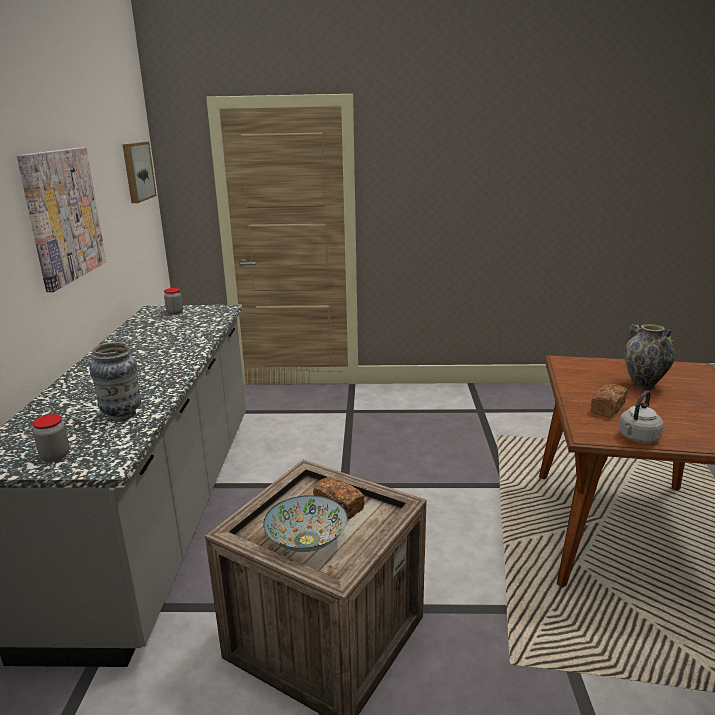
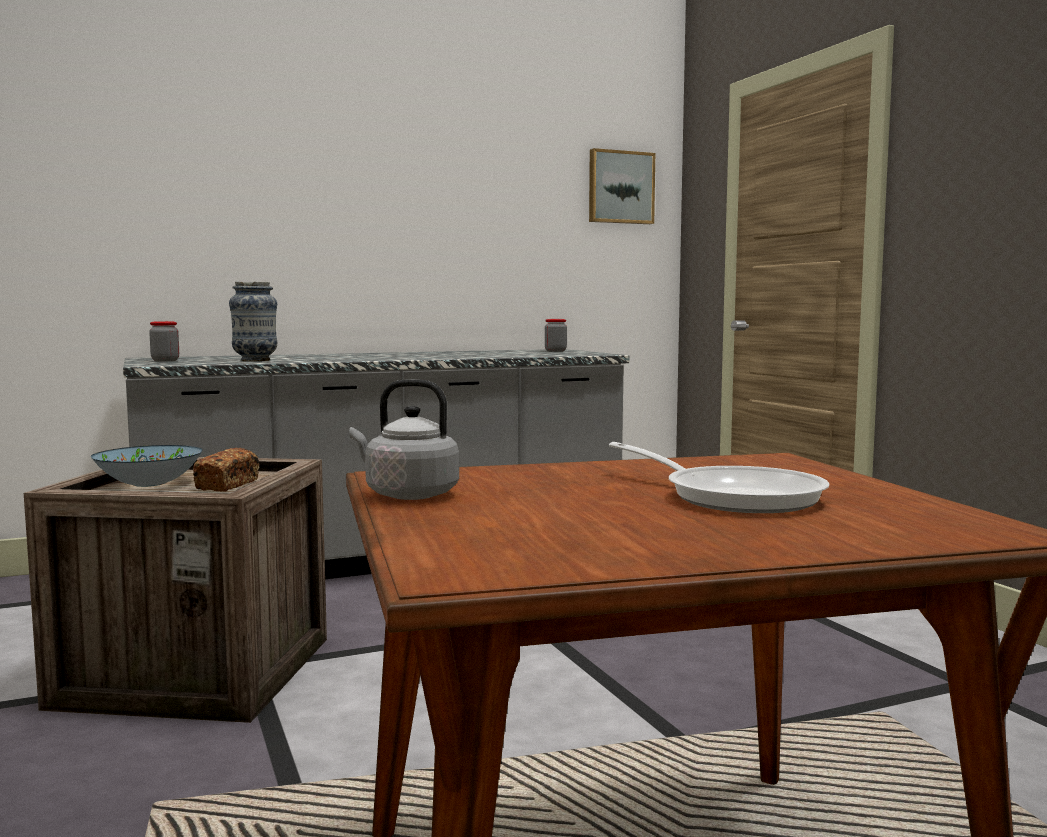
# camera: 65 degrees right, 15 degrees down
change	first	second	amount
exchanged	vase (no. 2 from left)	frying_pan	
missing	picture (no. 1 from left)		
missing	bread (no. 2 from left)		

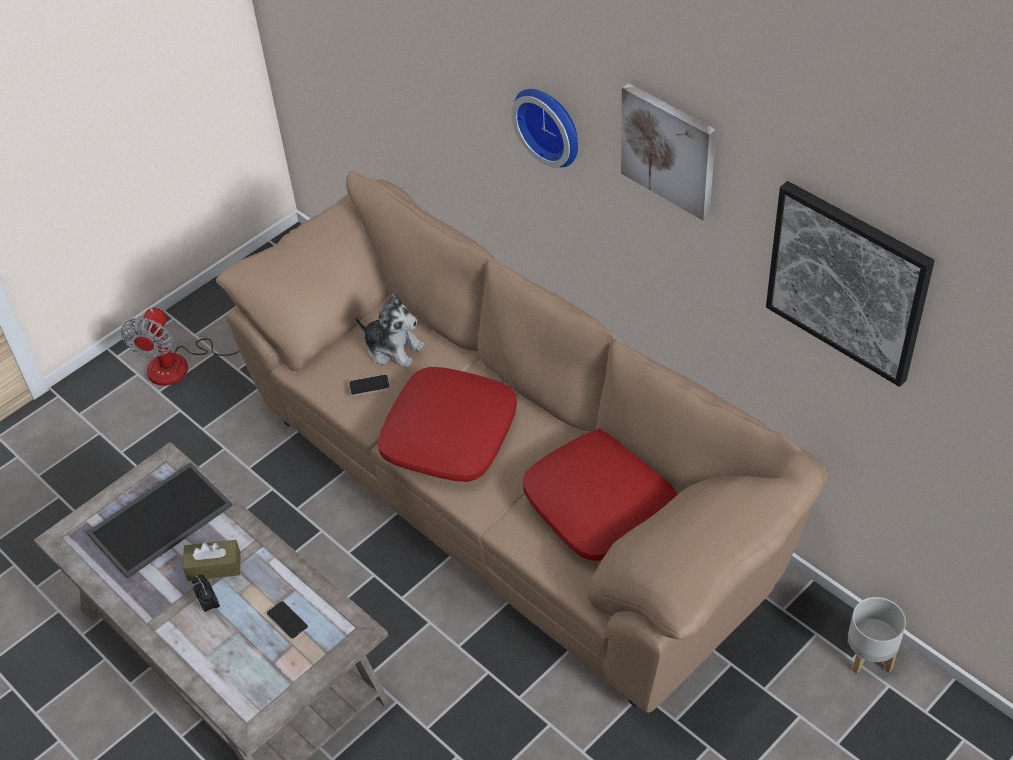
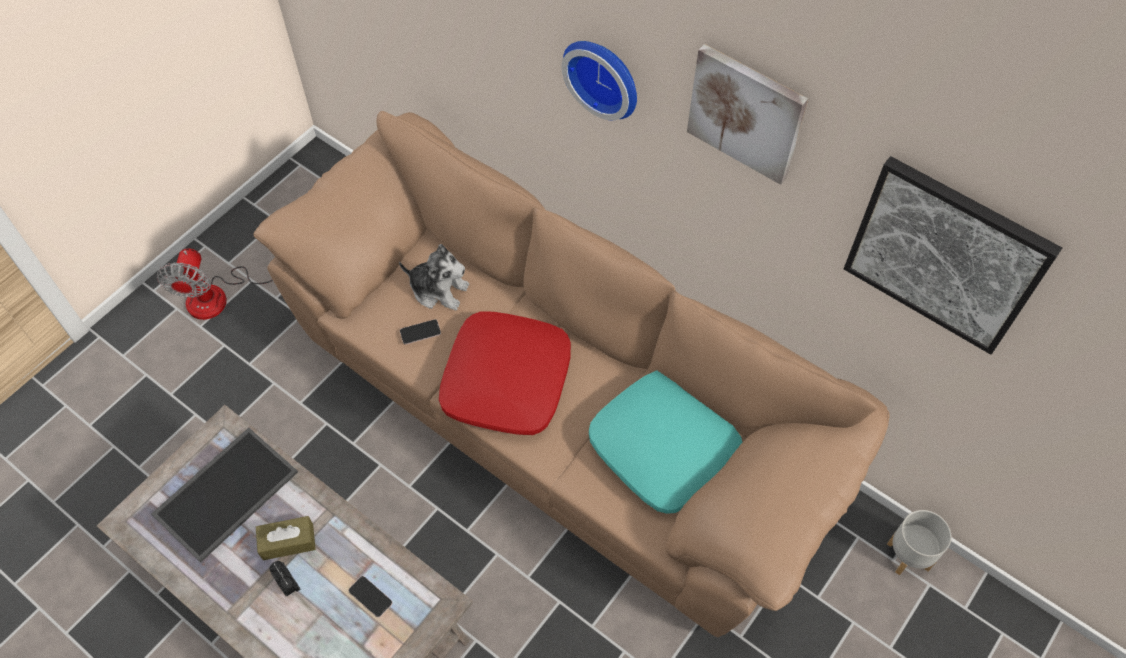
# camera: 10 degrees left, 10 degrees up
change	first	second	amount
colour	red_pillow (no. 2 from left)	turquoise_pillow	

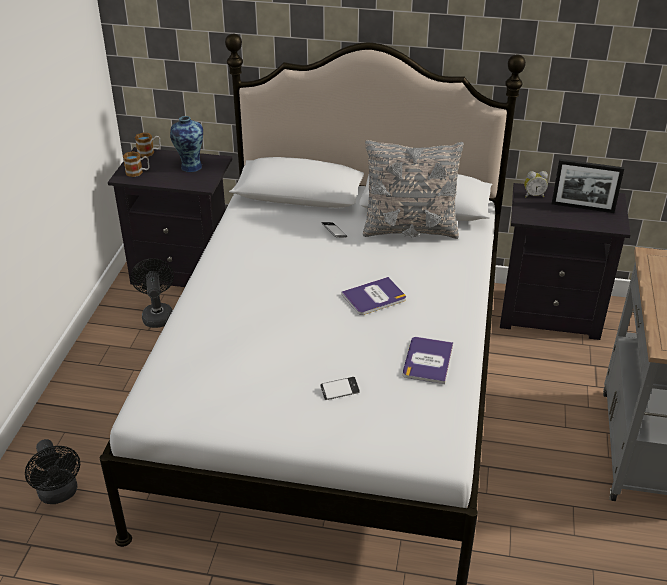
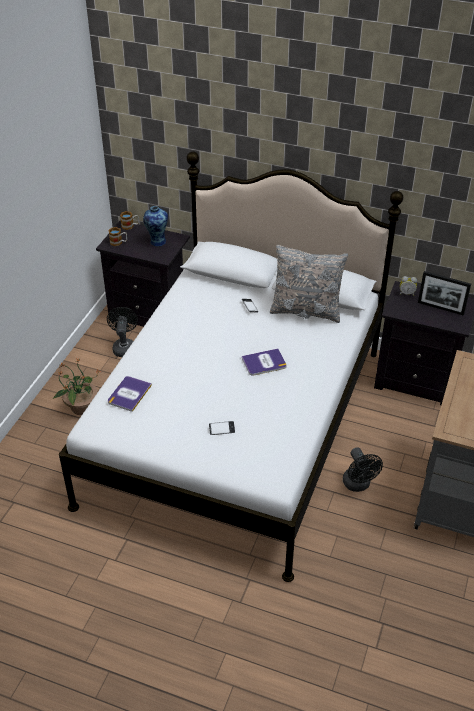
# camera: 10 degrees right, 5 degrees up
change	first	second	amount
appeared		potted_plant	
relocated	book (no. 2 from left in the first image)	book (no. 1 from left)	
relocated	black_fan (no. 1 from left in the first image)	black_fan (no. 2 from left)	

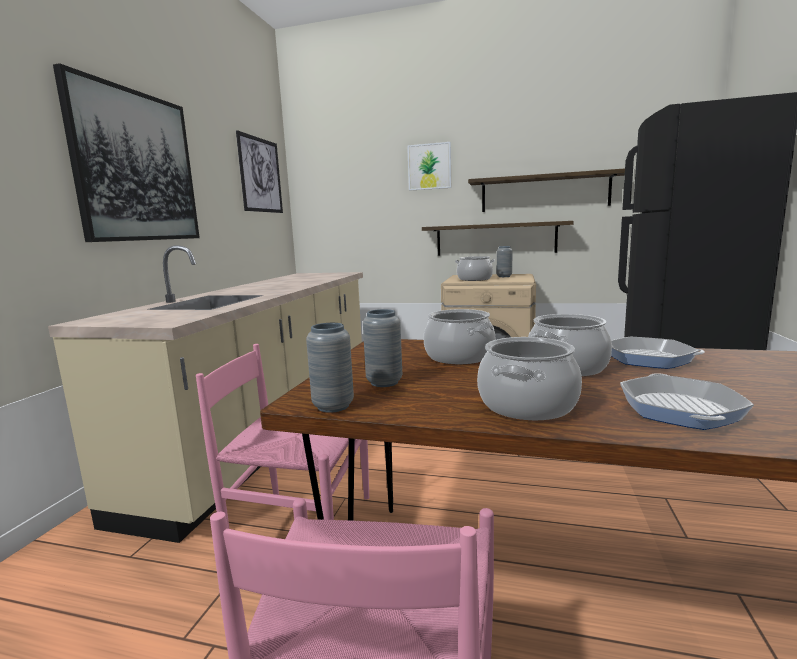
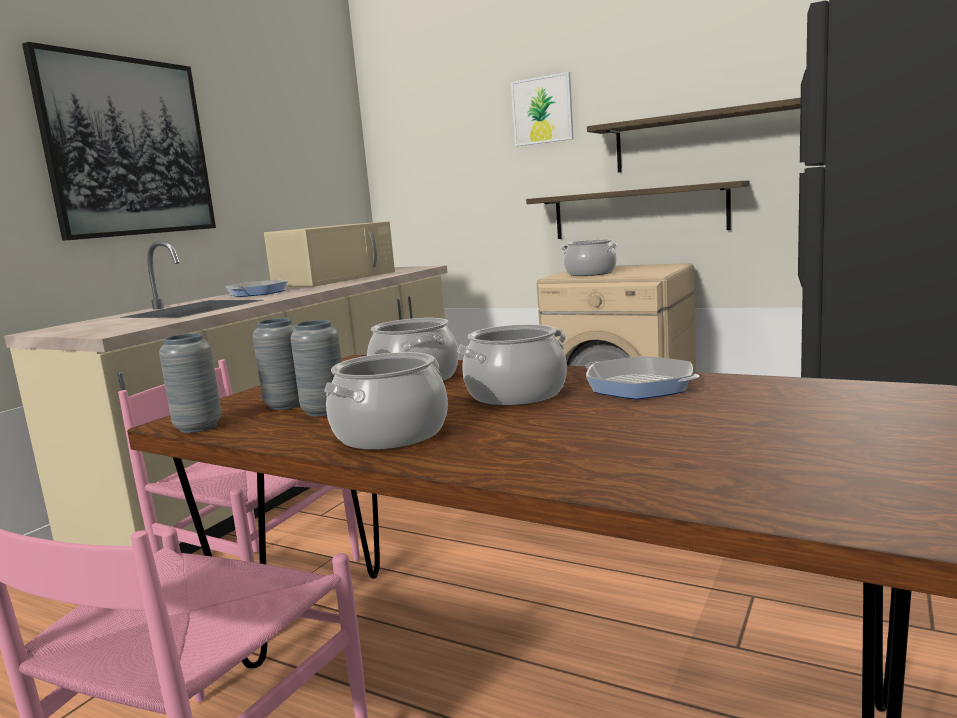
# camera: 15 degrees right, 0 degrees up
change	first	second	amount
relocated	frying_pan (no. 2 from left in the first image)	frying_pan (no. 1 from left)	
appeared		beige_microwave	
relocated	grey_vase (no. 3 from left)		
missing	picture (no. 2 from left)		

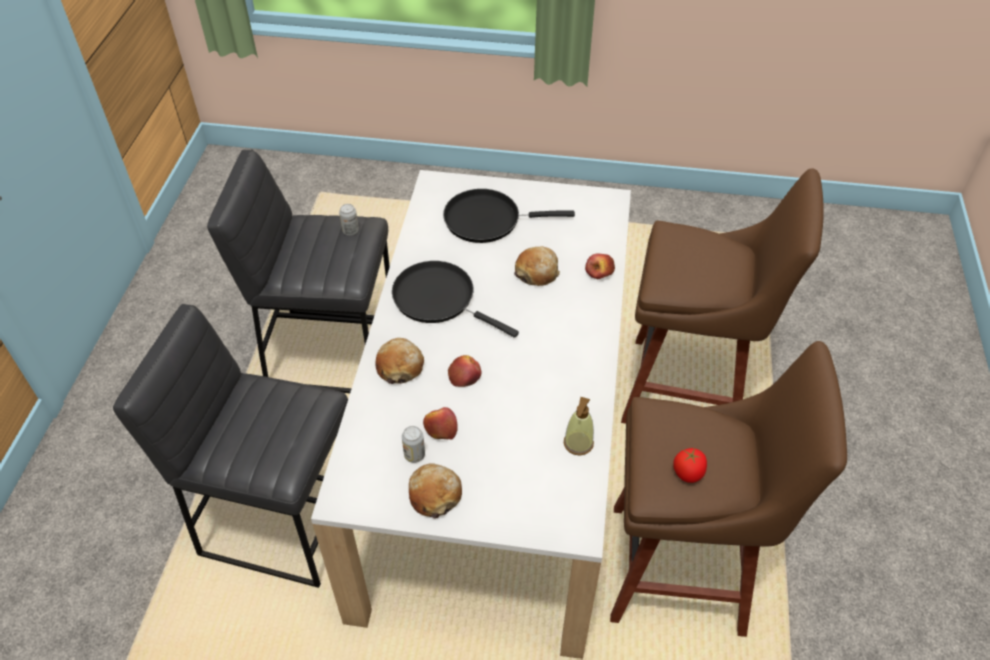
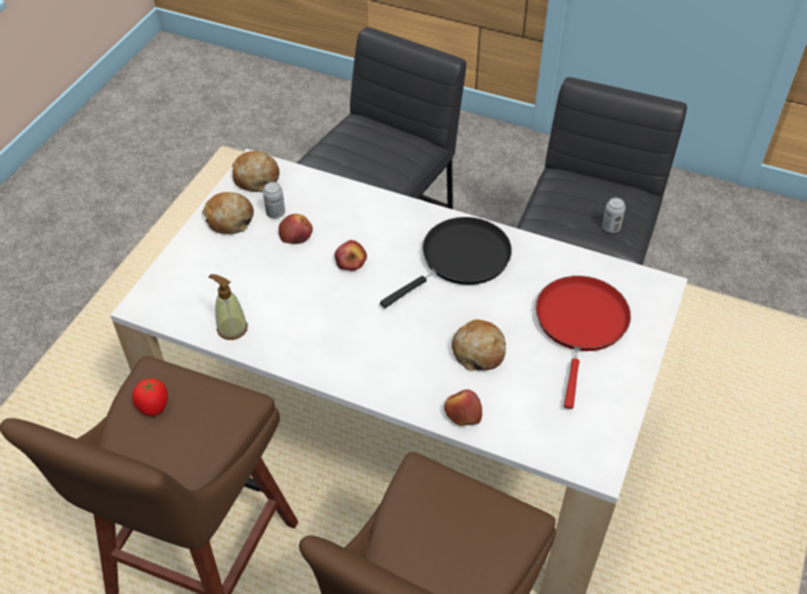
# camera: 105 degrees right, 0 degrees up
change	first	second	amount
relocated	bread (no. 1 from left in the first image)	bread (no. 2 from left)	
colour	black_frying_pan (no. 2 from left)	red_frying_pan	

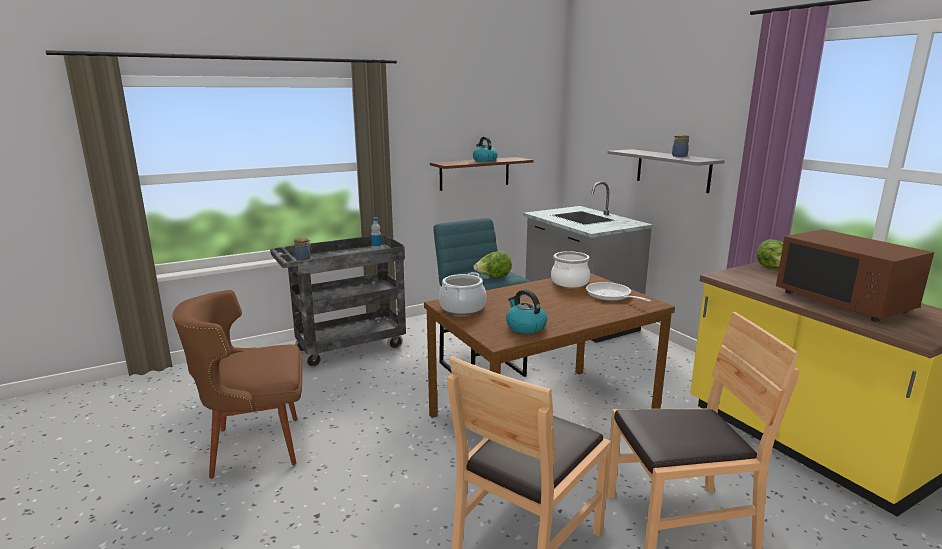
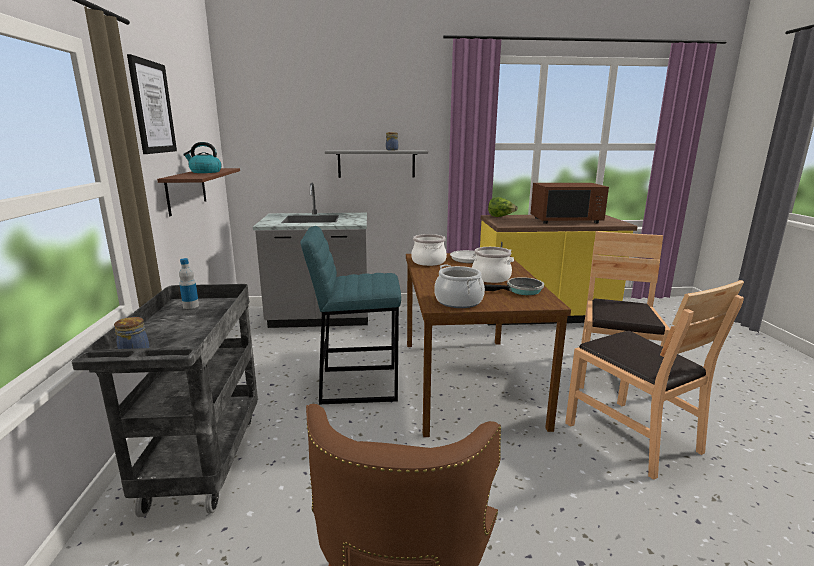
# camera: 65 degrees left, 0 degrees up
change	first	second	amount
appeared		picture	
appeared		cooking_pot (no. 3 from left)	
exchanged	kettle (no. 2 from left)	frying_pan (no. 2 from left)	
missing	lettuce (no. 1 from left)		

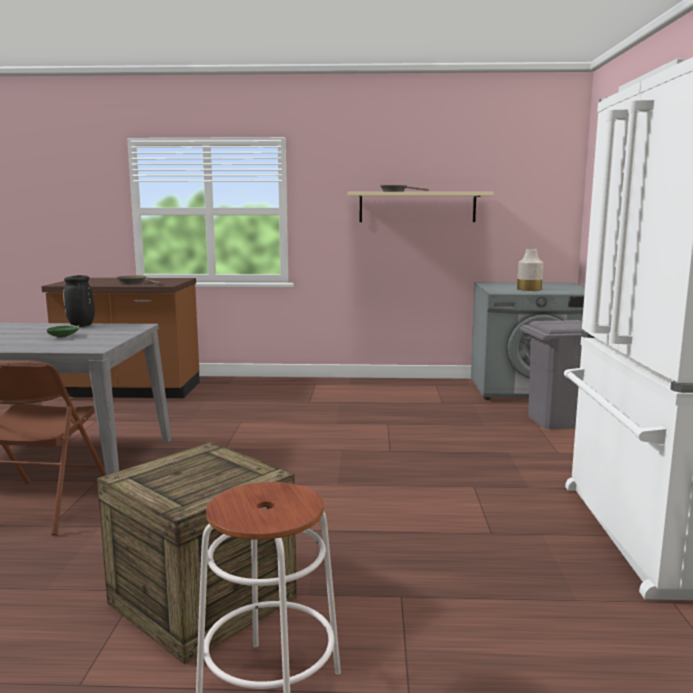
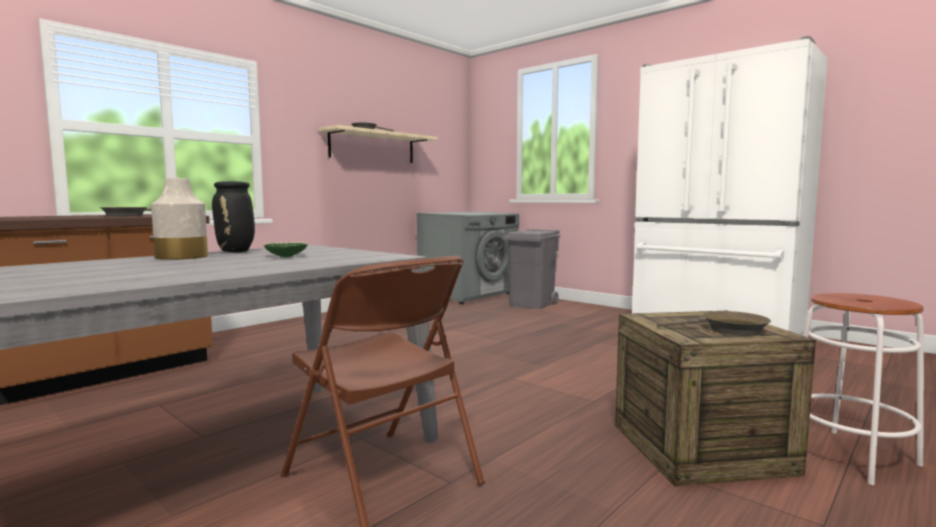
# camera: 50 degrees left, 5 degrees down
change	first	second	amount
relocated	beige_vase		
appeared		brown_frying_pan (no. 3 from left)	

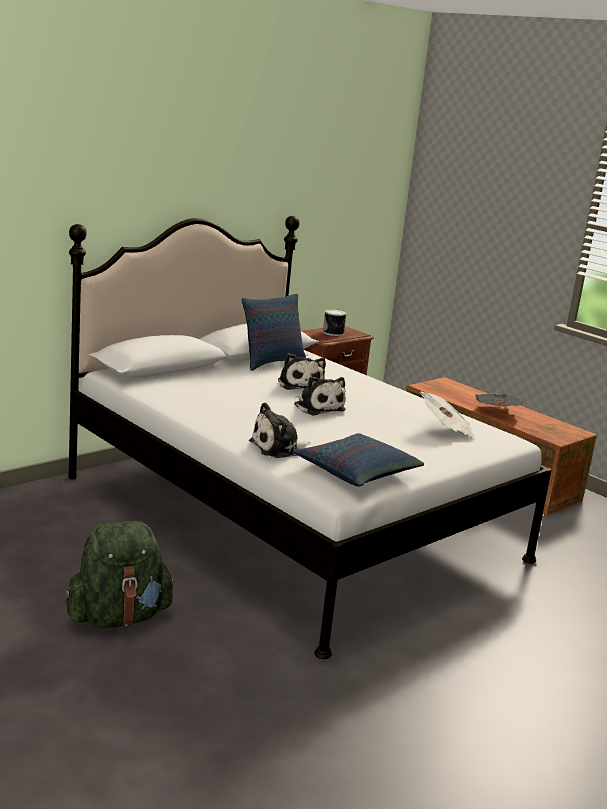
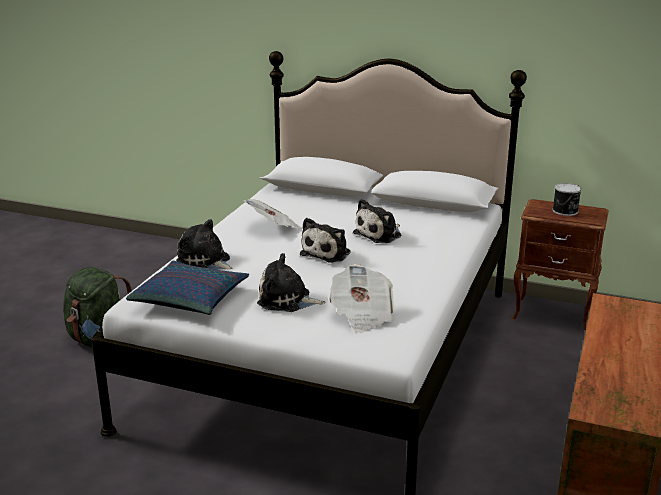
# camera: 65 degrees right, 5 degrees up
change	first	second	amount
relocated	newspaper (no. 2 from left in the first image)	newspaper (no. 1 from left)	
appeared		plush_toy (no. 2 from left)	
missing	blue_pillow (no. 1 from left)		

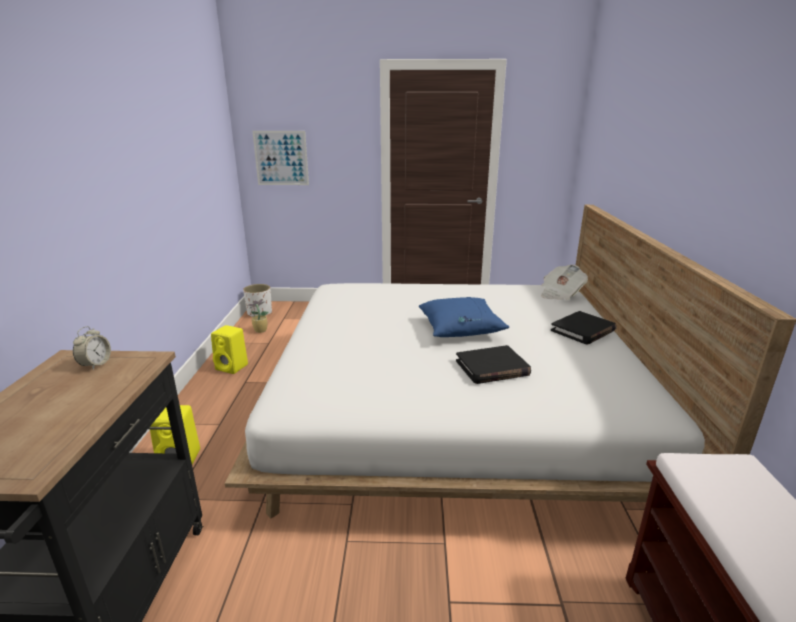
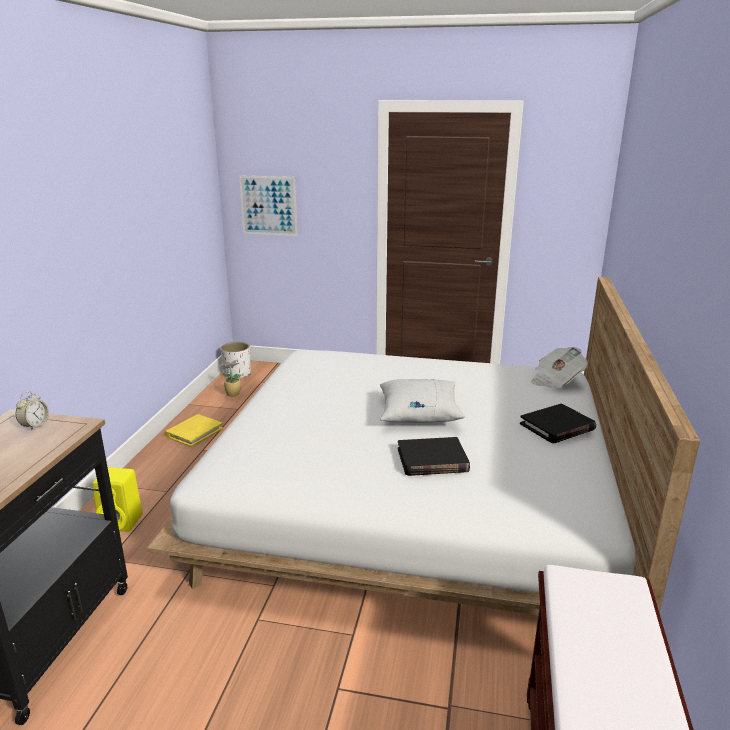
# camera: 10 degrees right, 0 degrees up
change	first	second	amount
exchanged	yellow_speaker (no. 2 from left)	yellow_book	
colour	blue_pillow	grey_pillow	

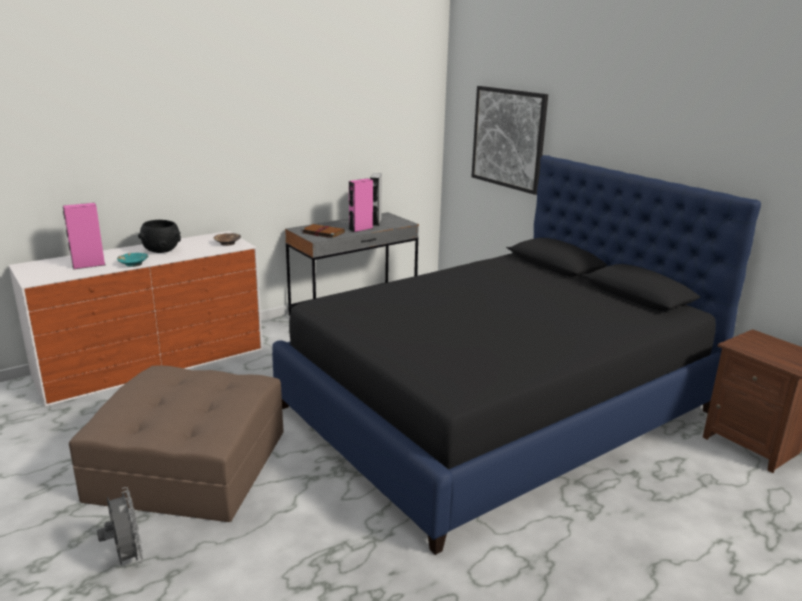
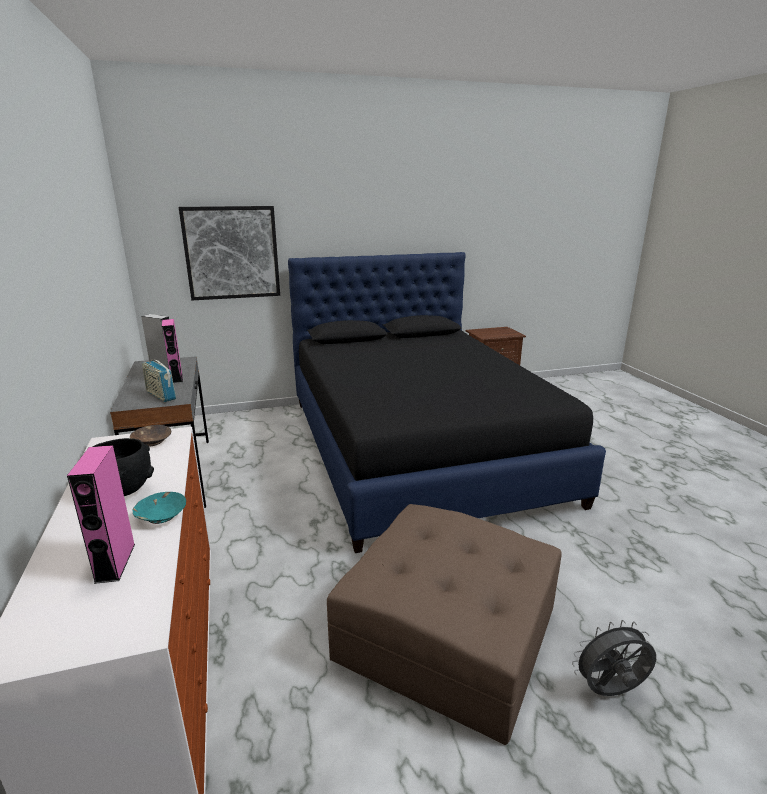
# camera: 70 degrees left, 0 degrees up
change	first	second	amount
exchanged	brown_book	radio	

